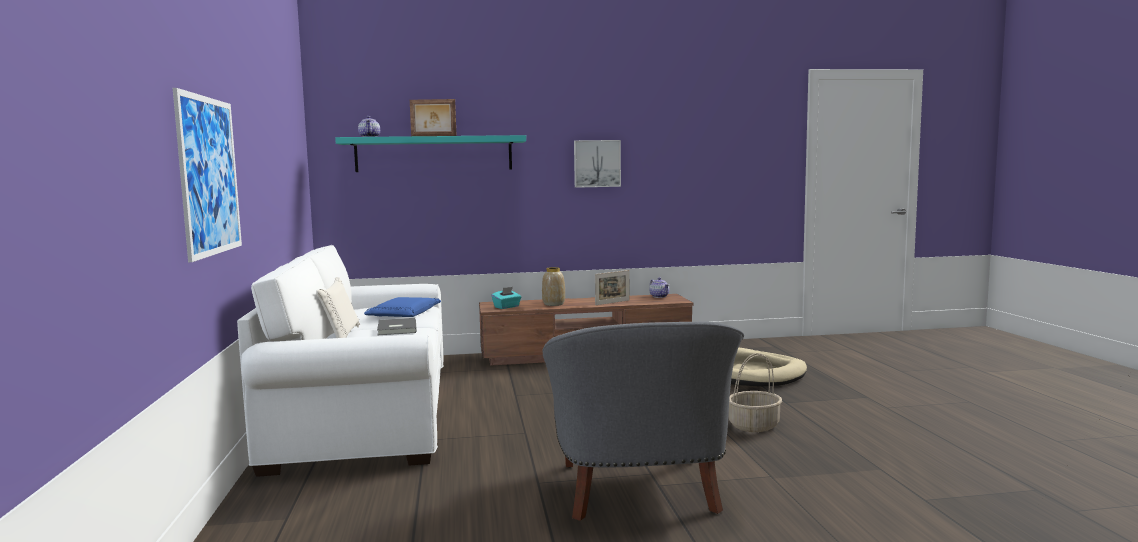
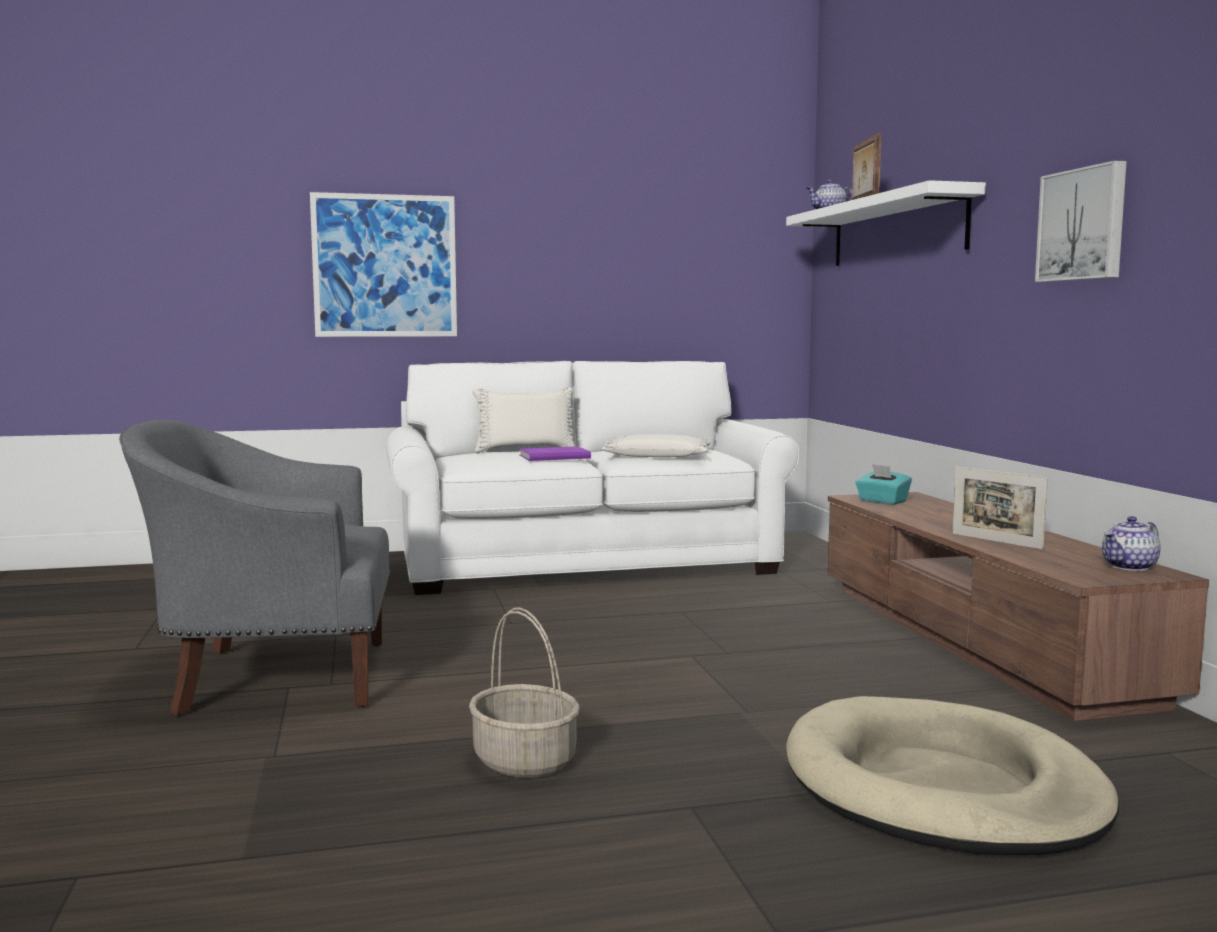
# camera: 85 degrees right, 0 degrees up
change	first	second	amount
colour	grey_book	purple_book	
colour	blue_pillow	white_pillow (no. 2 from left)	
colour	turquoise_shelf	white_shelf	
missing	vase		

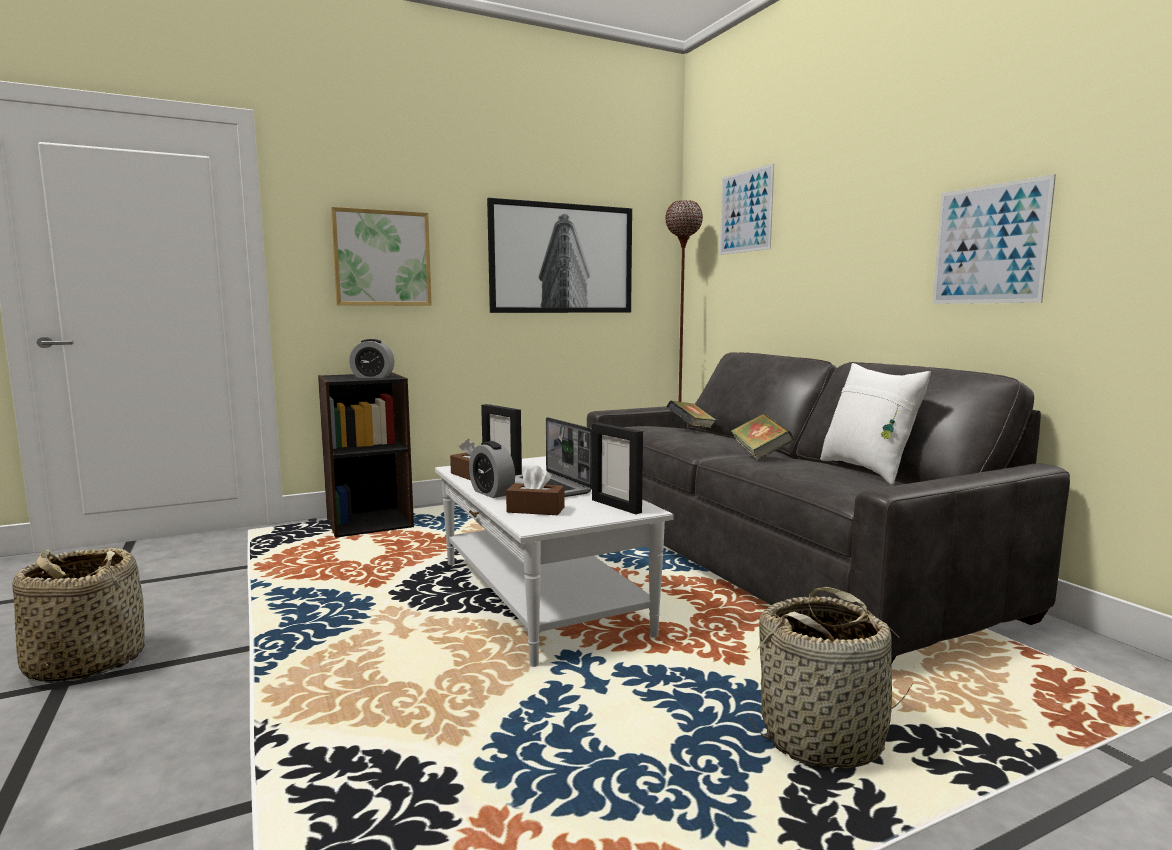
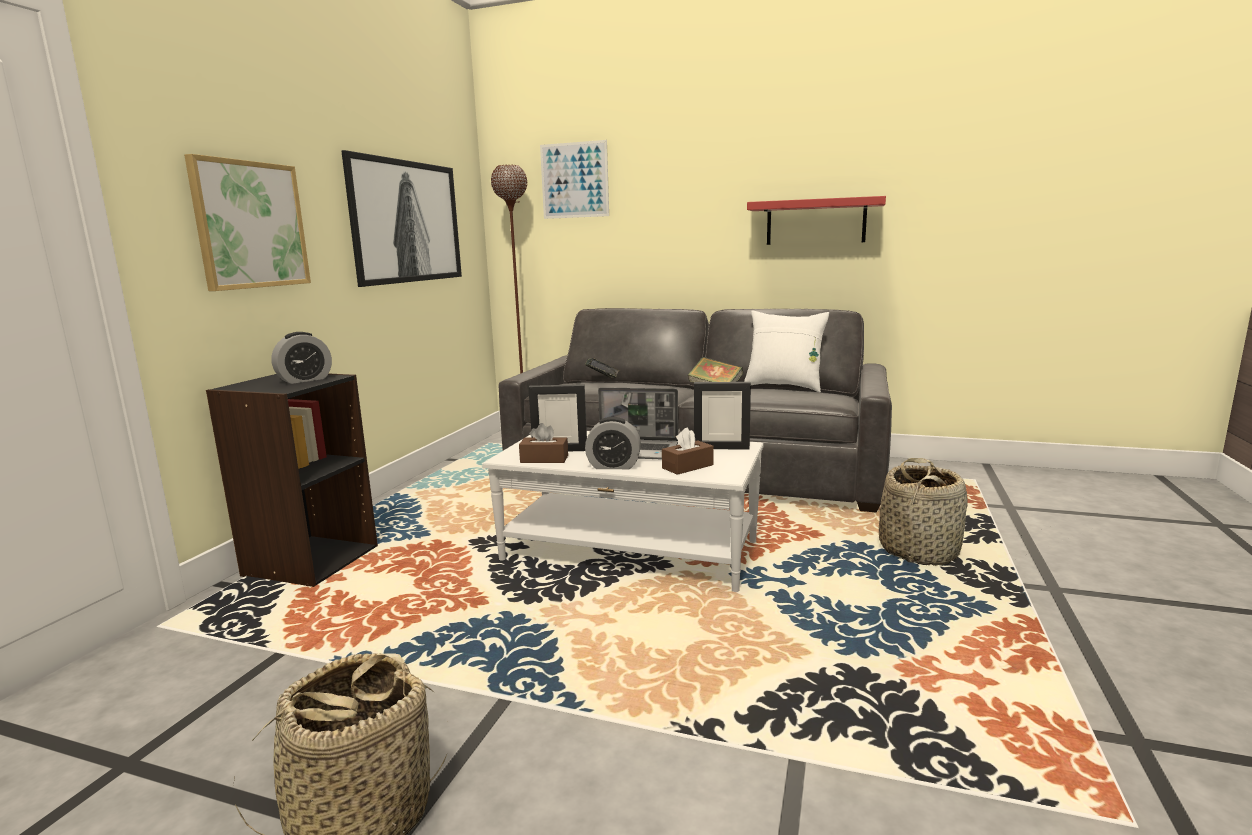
# camera: 45 degrees left, 5 degrees up
change	first	second	amount
exchanged	picture (no. 4 from left)	red_shelf	

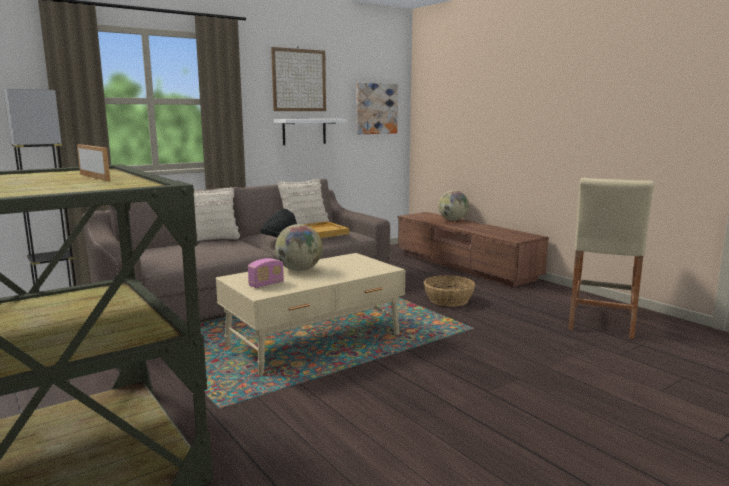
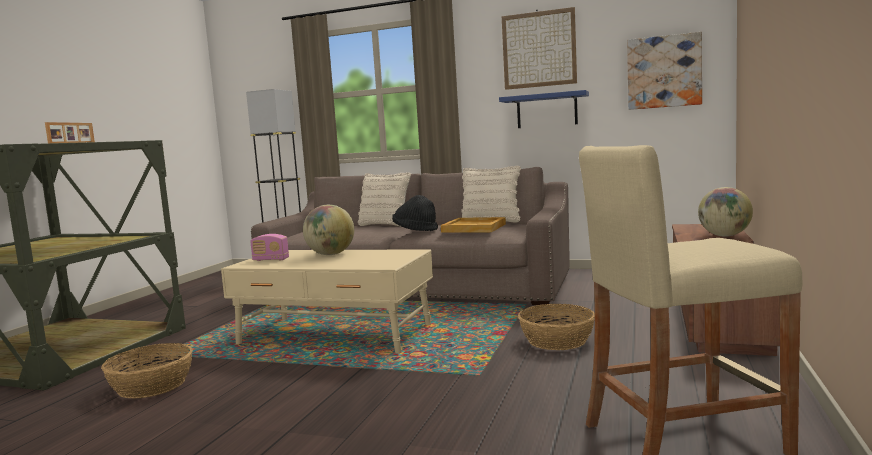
# camera: 55 degrees right, 5 degrees down
change	first	second	amount
appeared		basket (no. 1 from left)	
colour	white_shelf	blue_shelf	

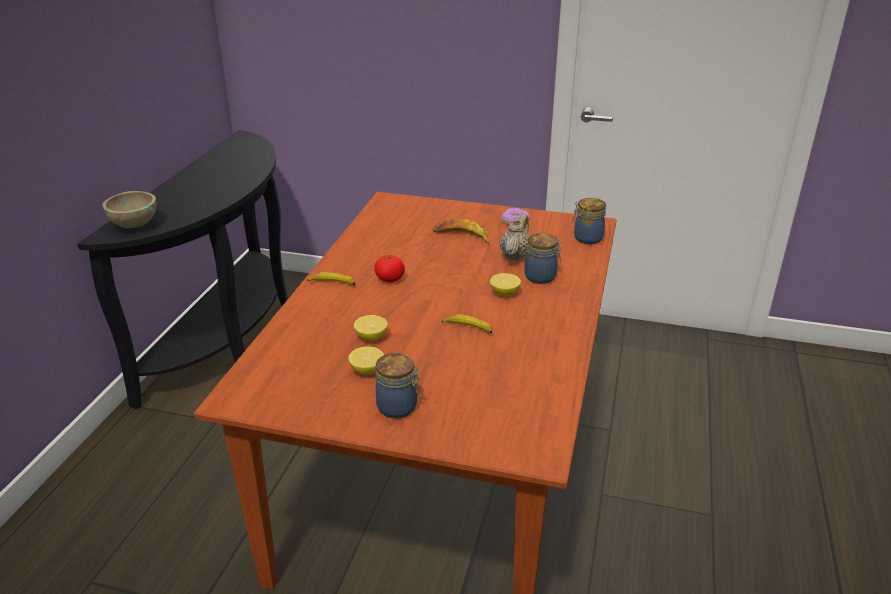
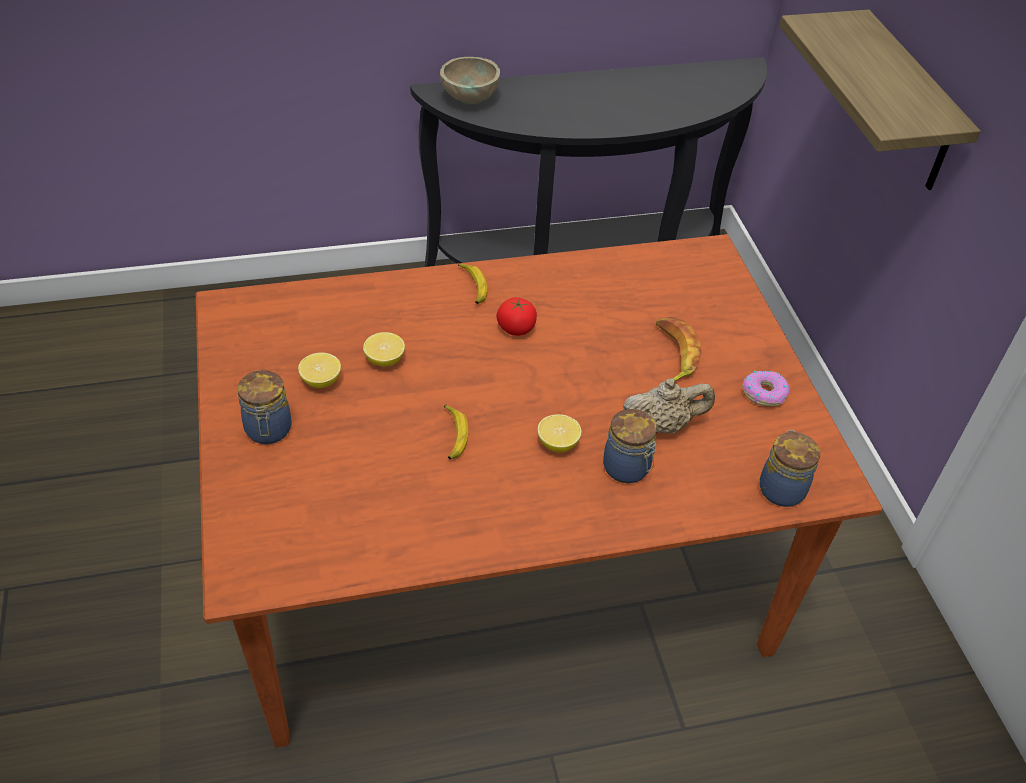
# camera: 60 degrees right, 15 degrees up
change	first	second	amount
appeared		shelf	

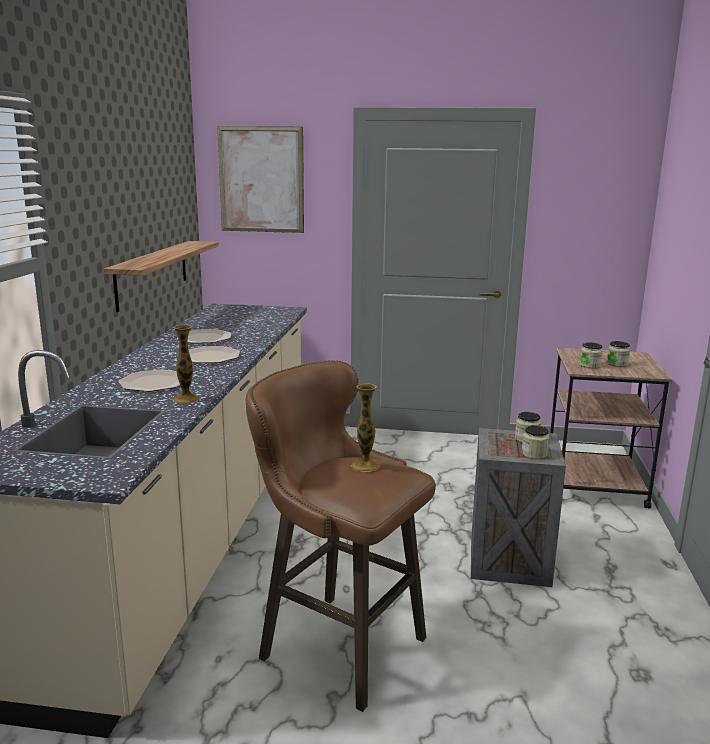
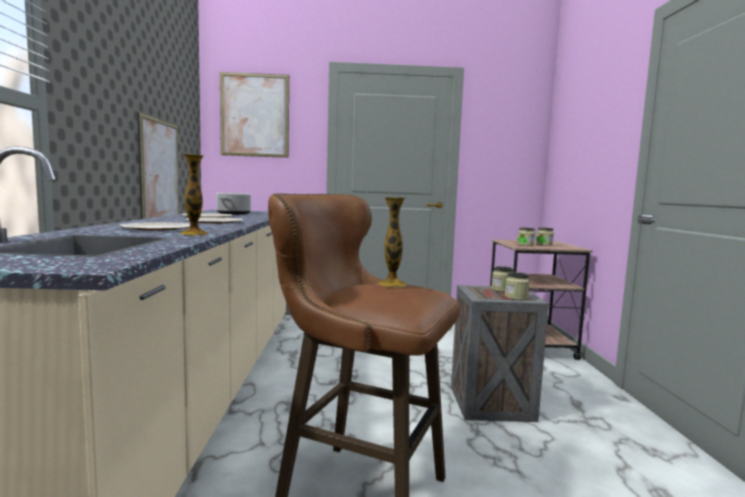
# camera: 10 degrees left, 10 degrees down
change	first	second	amount
exchanged	shelf	picture (no. 1 from left)	
appeared		cooking_pot	

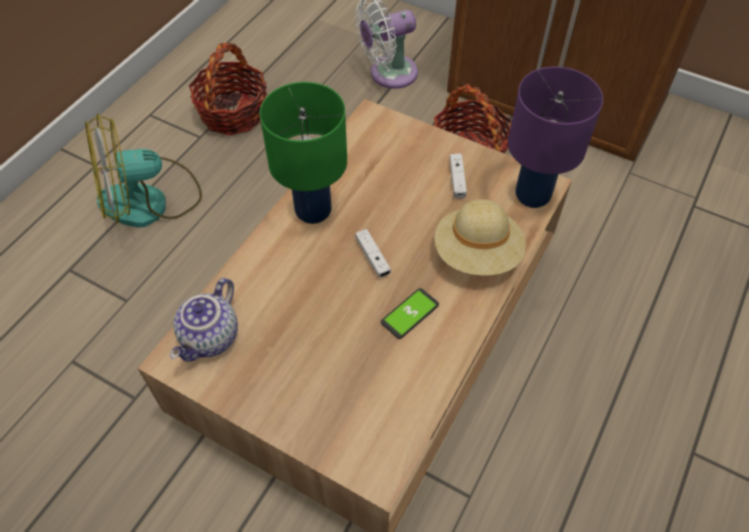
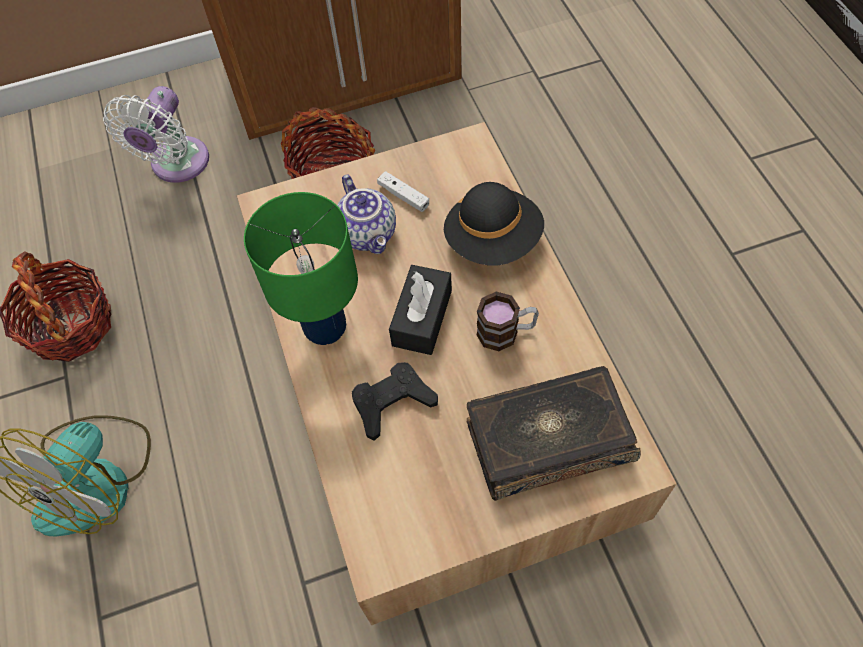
# camera: 45 degrees left, 5 degrees up
change	first	second	amount
relocated	teapot		
appeared		black_game_controller	
exchanged	white_game_controller (no. 1 from left)	black_tissue_box	
colour	beige_hat	black_hat	
appeared		book	
exchanged	phone	mug	
missing	purple_table_lamp		

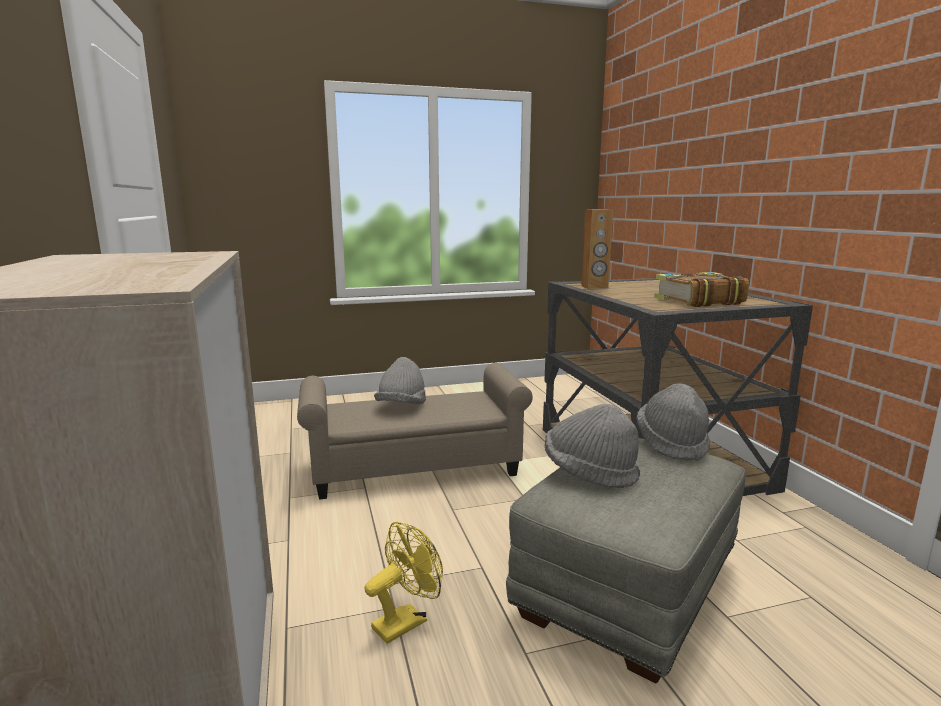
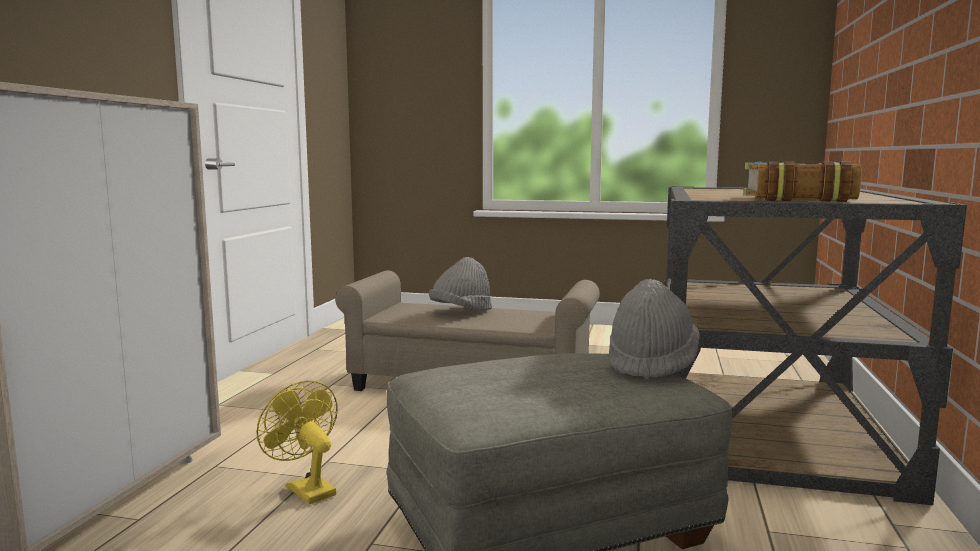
# camera: 30 degrees right, 5 degrees down
change	first	second	amount
spun	yellow_fan		120 degrees counterclockwise
missing	grey_hat (no. 2 from left)		
missing	brown_speaker		

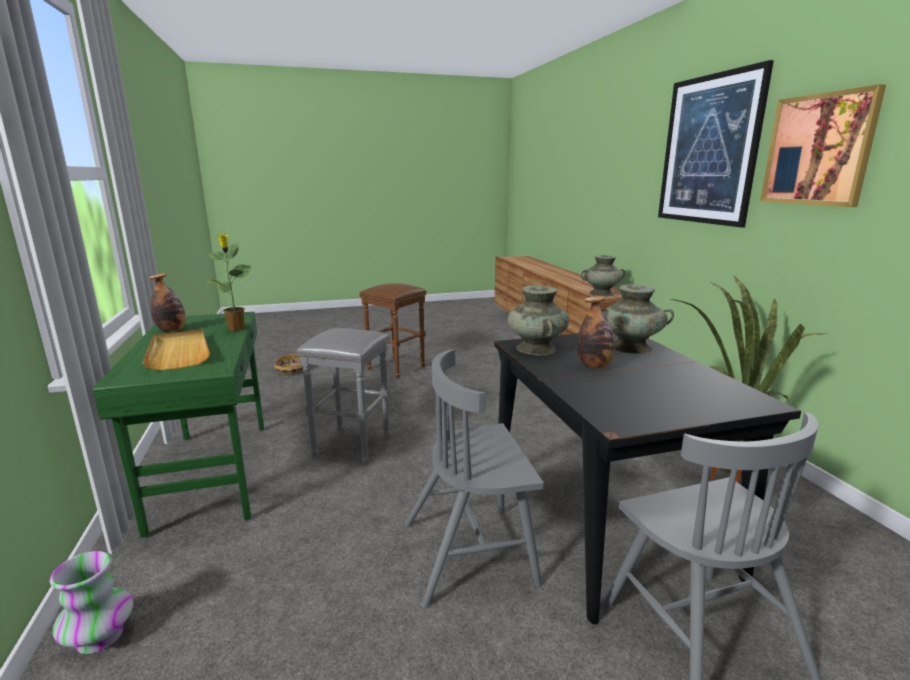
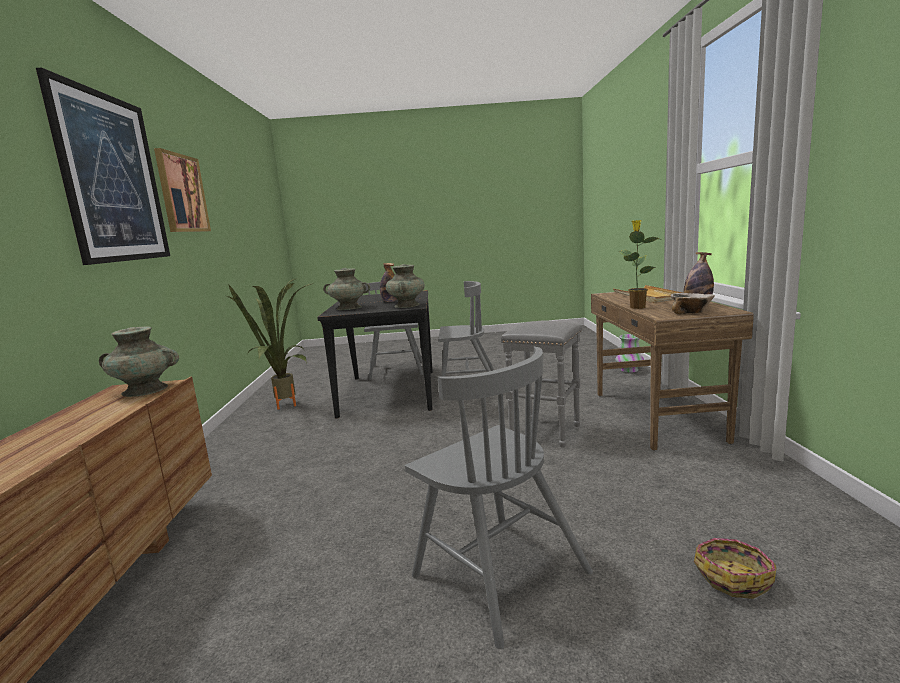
# camera: 165 degrees left, 5 degrees down
change	first	second	amount
exchanged	brown_stool	grey_chair (no. 3 from left)	
colour	green_console_table	brown_console_table	
appeared		bowl	

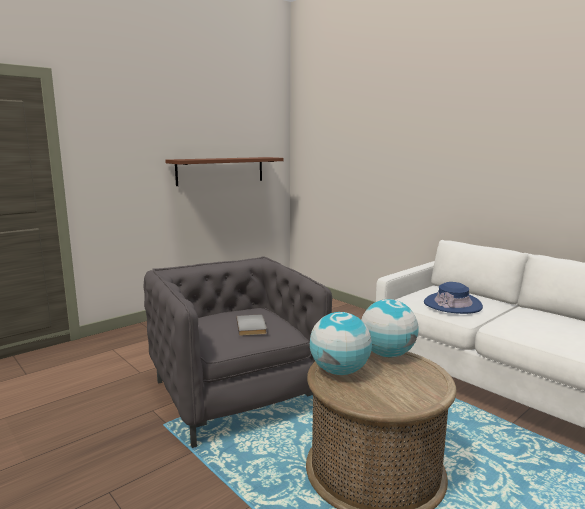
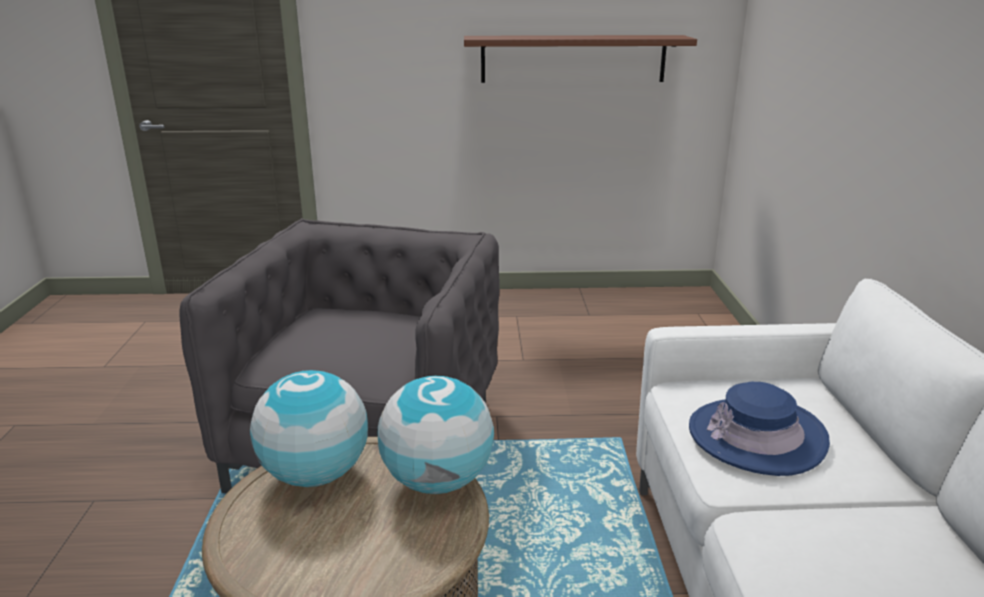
# camera: 40 degrees right, 10 degrees up
change	first	second	amount
missing	grey_book		

